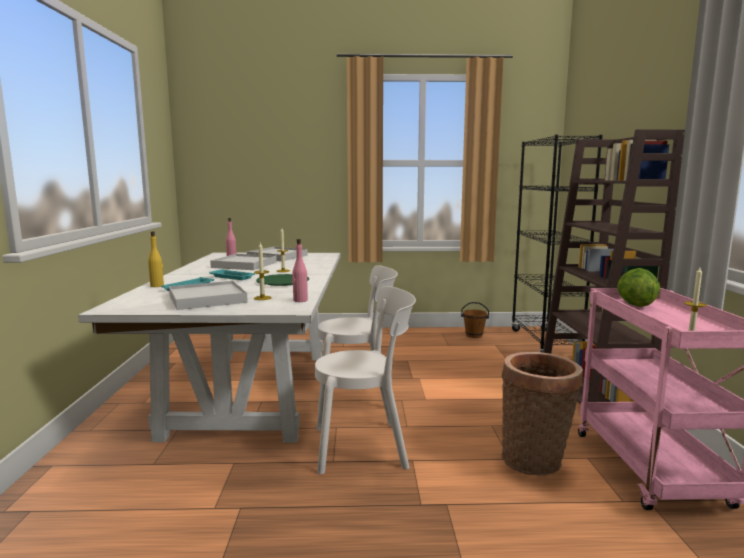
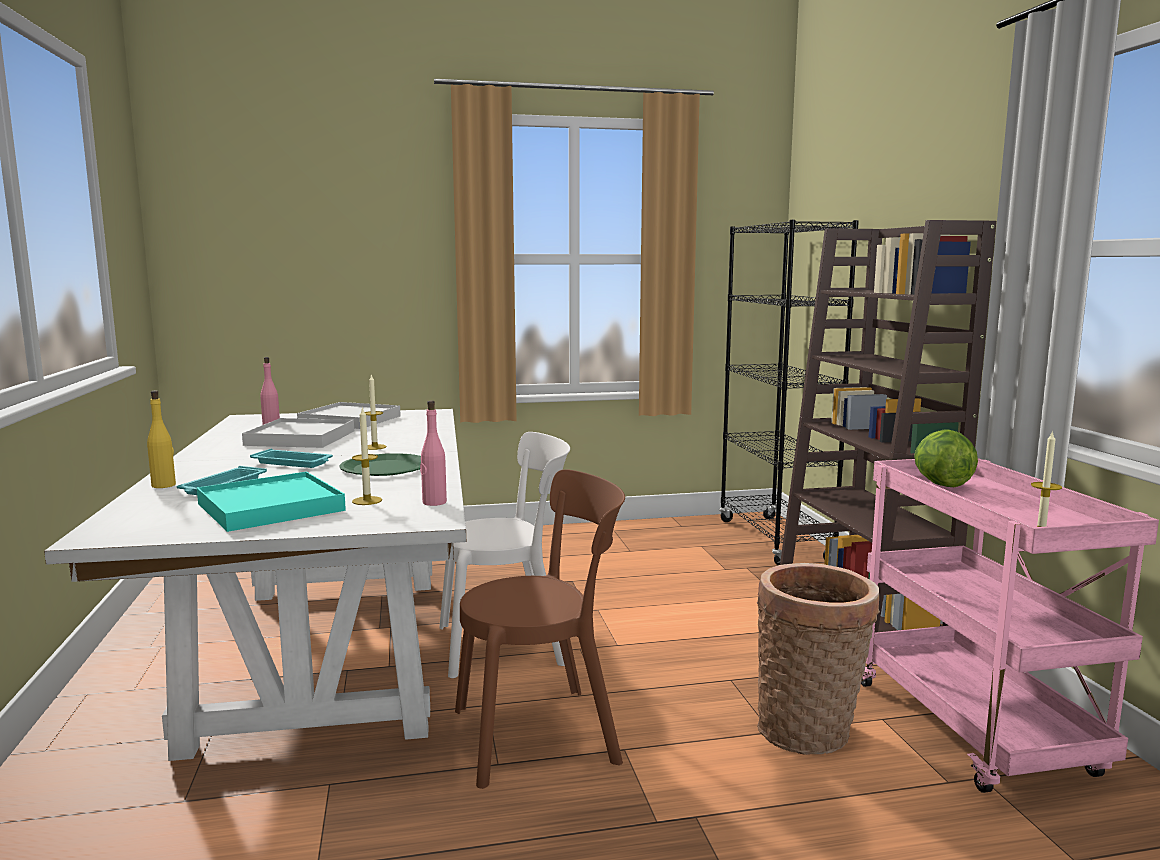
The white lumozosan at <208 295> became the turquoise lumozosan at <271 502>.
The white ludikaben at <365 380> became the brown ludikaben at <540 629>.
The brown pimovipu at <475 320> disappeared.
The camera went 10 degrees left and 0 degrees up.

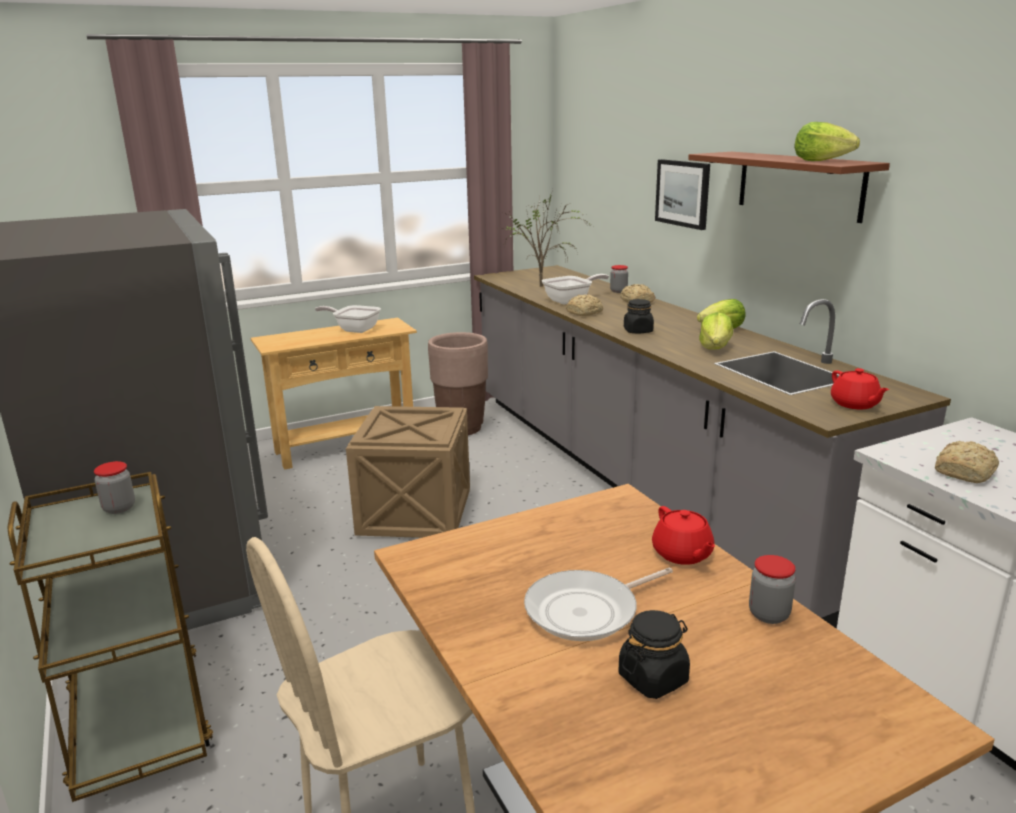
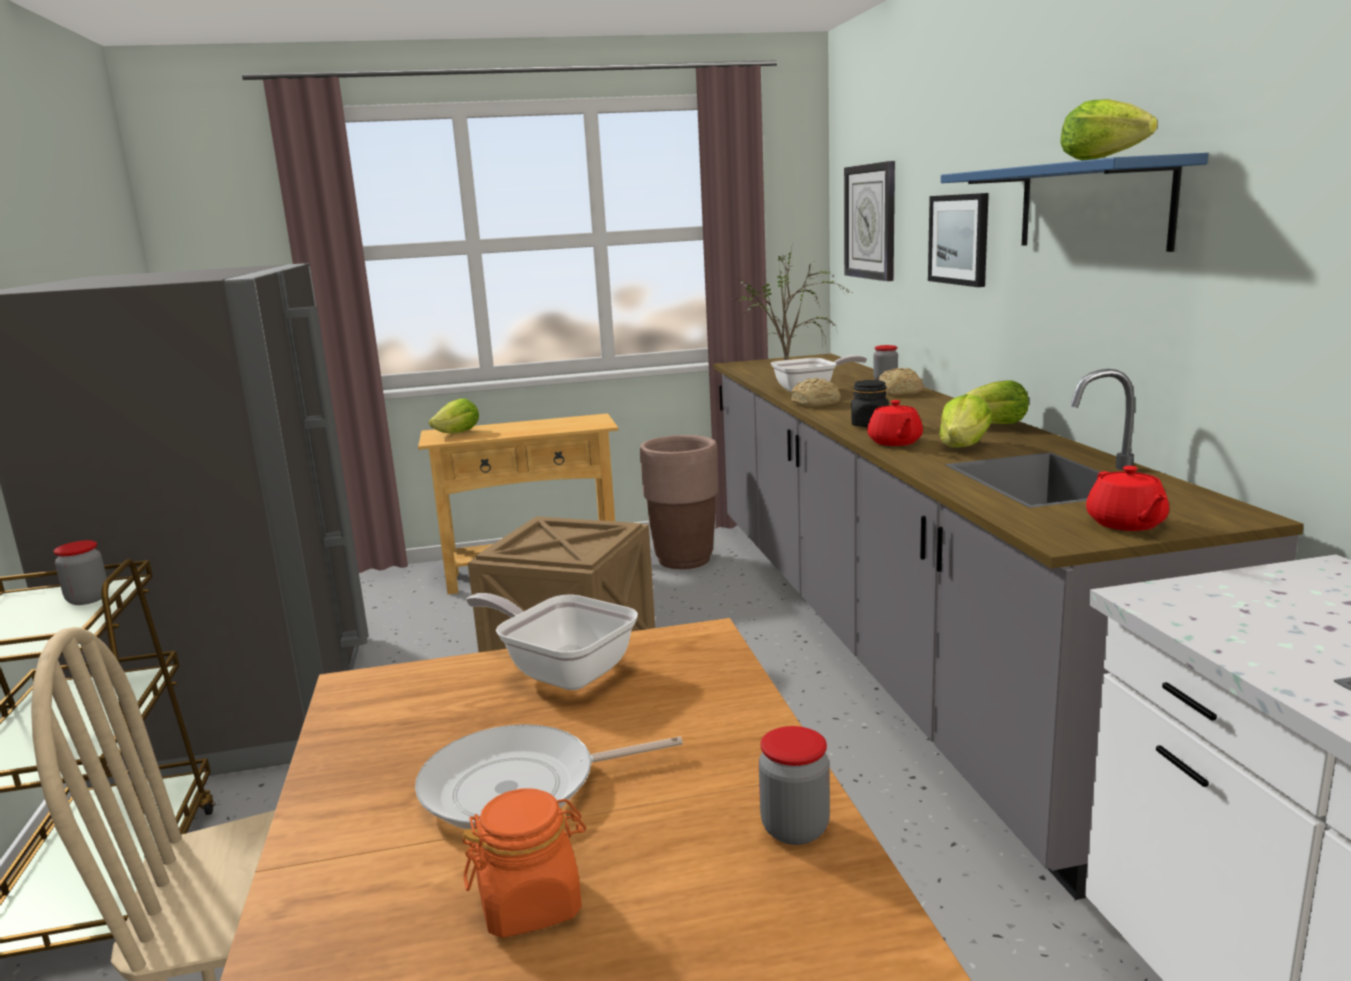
The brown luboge at <789 187> became the blue luboge at <1074 202>.
The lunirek moved from <348 319> to <552 641>.
The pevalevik at <967 462> disappeared.
The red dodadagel moved from <683 535> to <895 423>.
The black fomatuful at <654 654> became the orange fomatuful at <524 863>.
The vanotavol at <869 221> appeared.
The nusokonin at <454 416> appeared.
The camera went 15 degrees right and 5 degrees down.

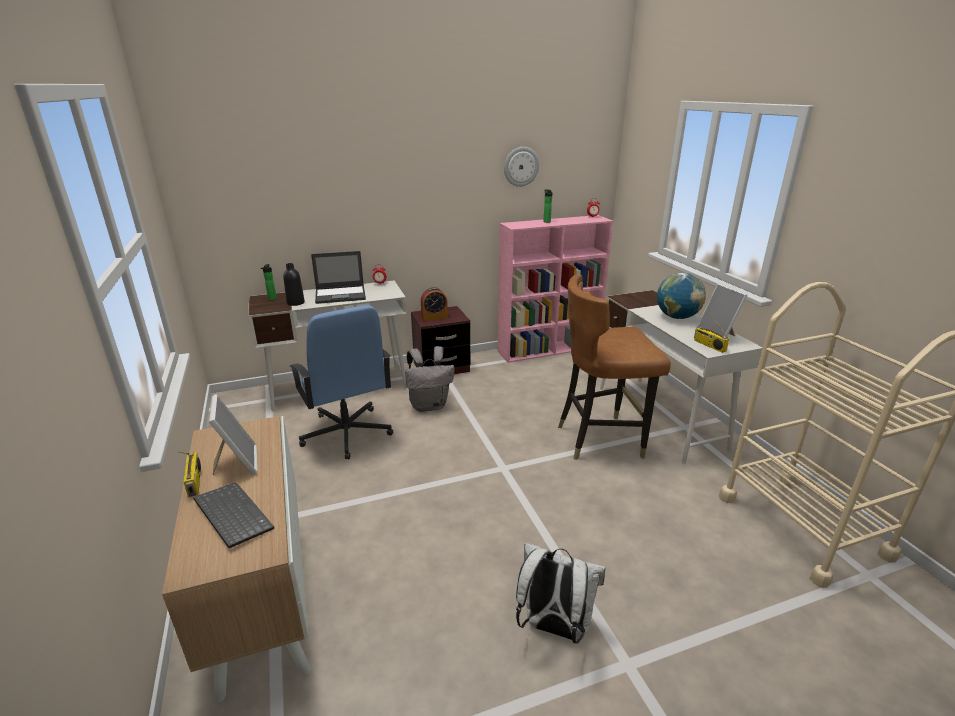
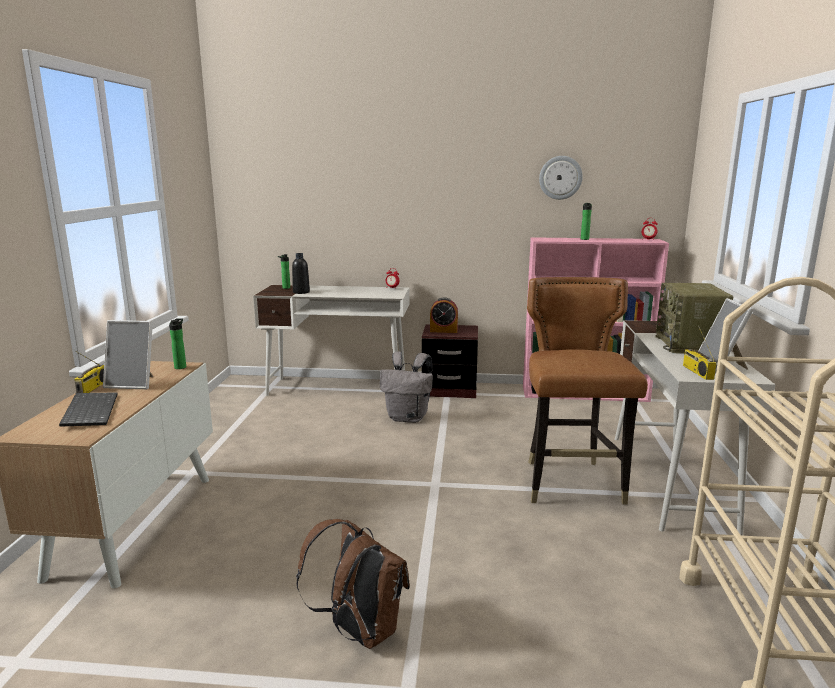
The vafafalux at <338 277> disappeared.
The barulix at <681 296> was replaced by the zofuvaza at <694 318>.
The brown ludikaben at <614 367> turned 75 degrees clockwise.
The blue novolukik at <341 382> disappeared.
The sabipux at <233 434> turned 90 degrees clockwise.
The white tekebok at <561 593> became the brown tekebok at <353 584>.
The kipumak at <177 344> appeared.
The camera went 25 degrees right and 10 degrees down.

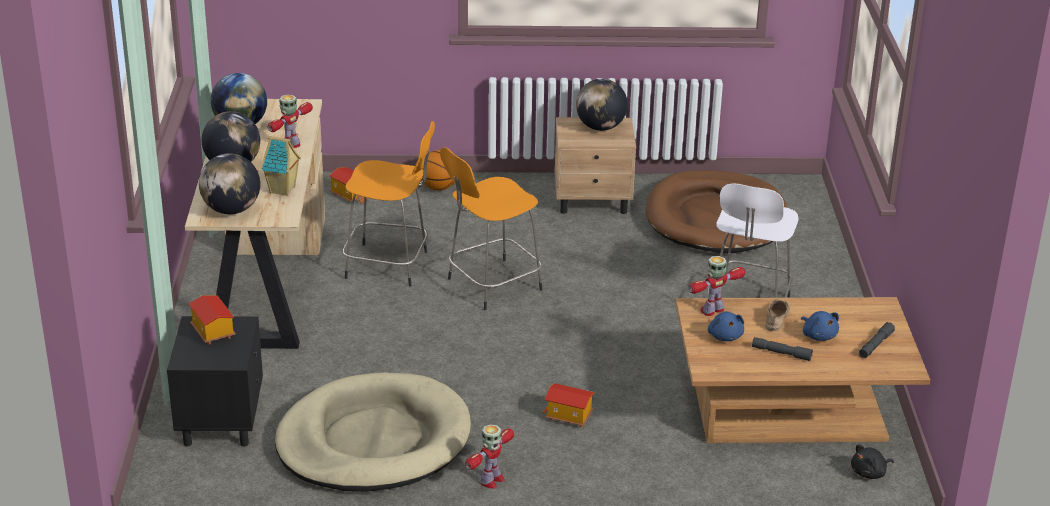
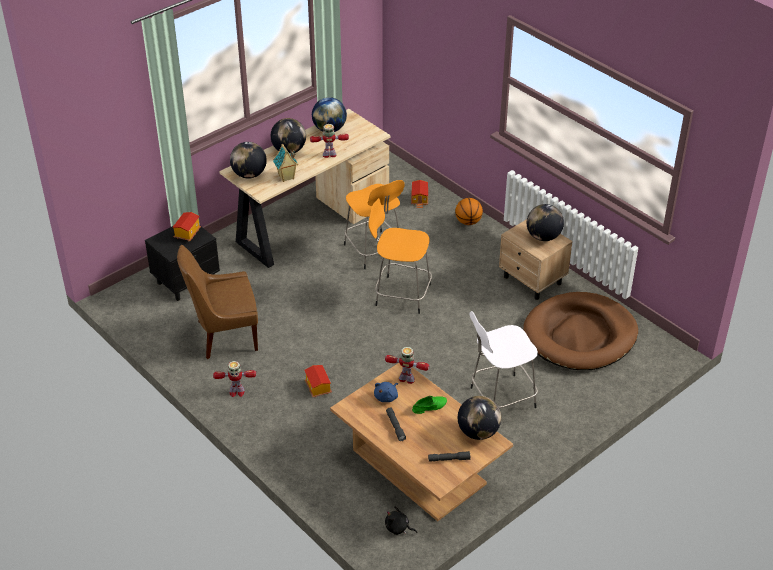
The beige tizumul at <777 315> became the green tizumul at <429 405>.
The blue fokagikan at <820 326> disappeared.
The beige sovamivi at <373 432> was replaced by the brown ludikaben at <217 302>.
The barulix at <479 418> appeared.
The camera went 50 degrees right and 10 degrees up.

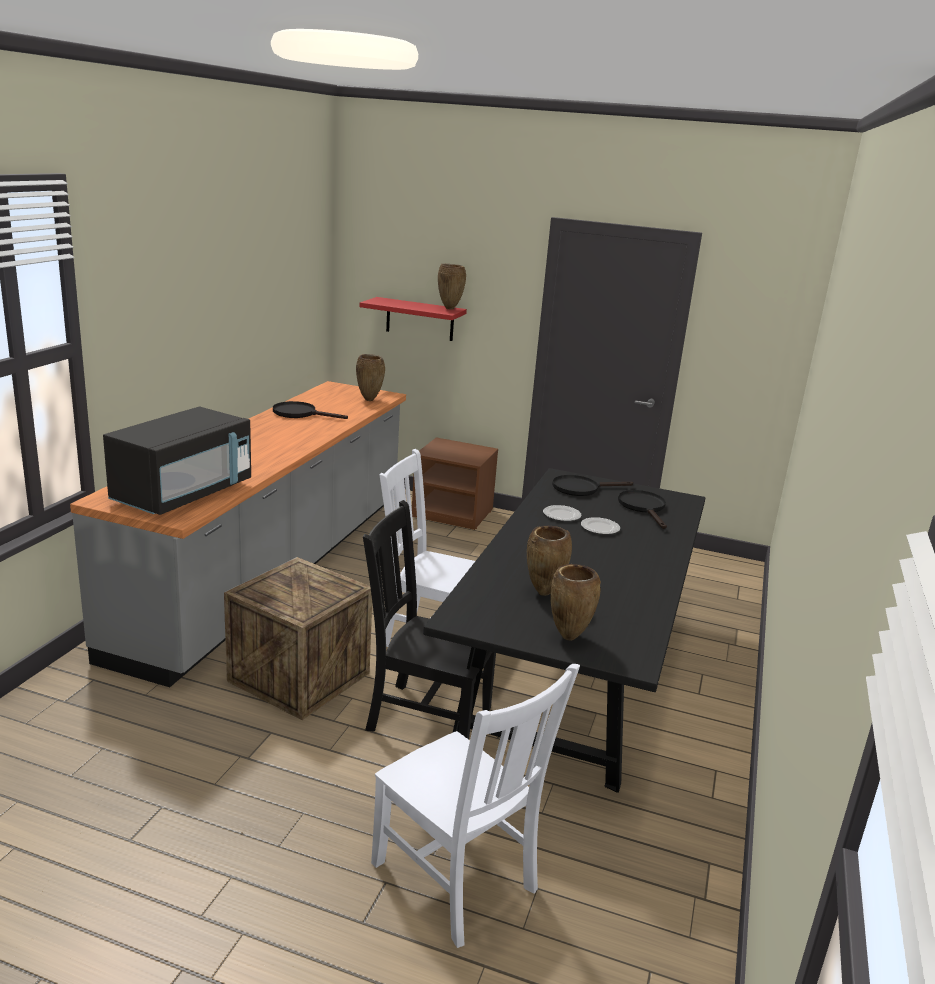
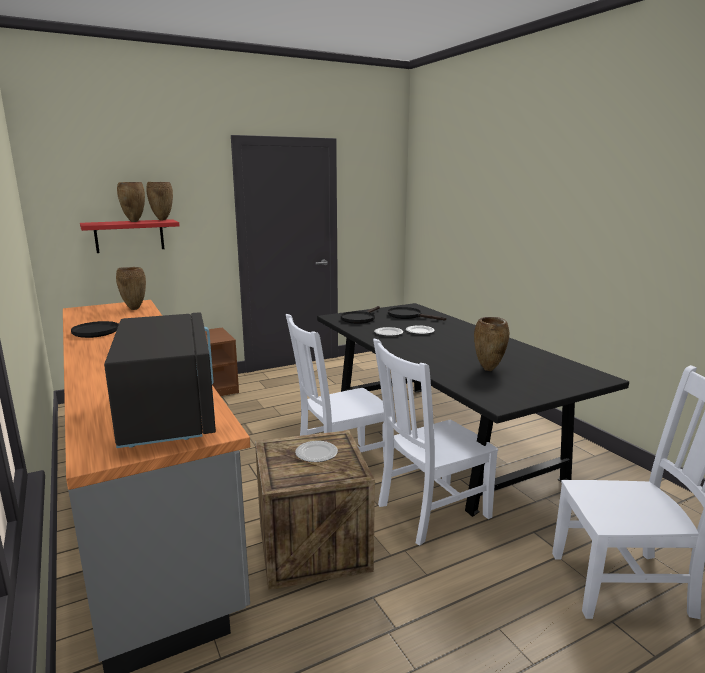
The black ludikaben at <429 619> became the white ludikaben at <435 442>.
The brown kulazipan moved from <575 602> to <131 202>.
The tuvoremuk at <316 451> appeared.
The camera went 45 degrees left and 5 degrees down.

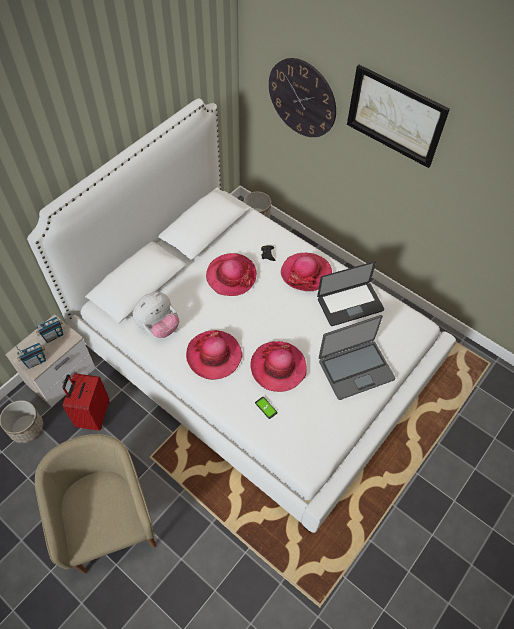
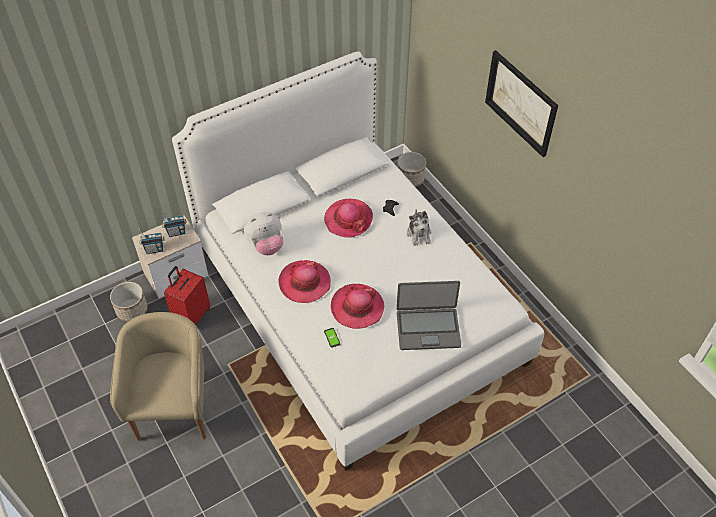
The vanotavol at <302 97> disappeared.
The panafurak at <306 272> was replaced by the fokagikan at <419 227>.
The vafafalux at <350 293> disappeared.
The camera went 20 degrees right and 5 degrees down.

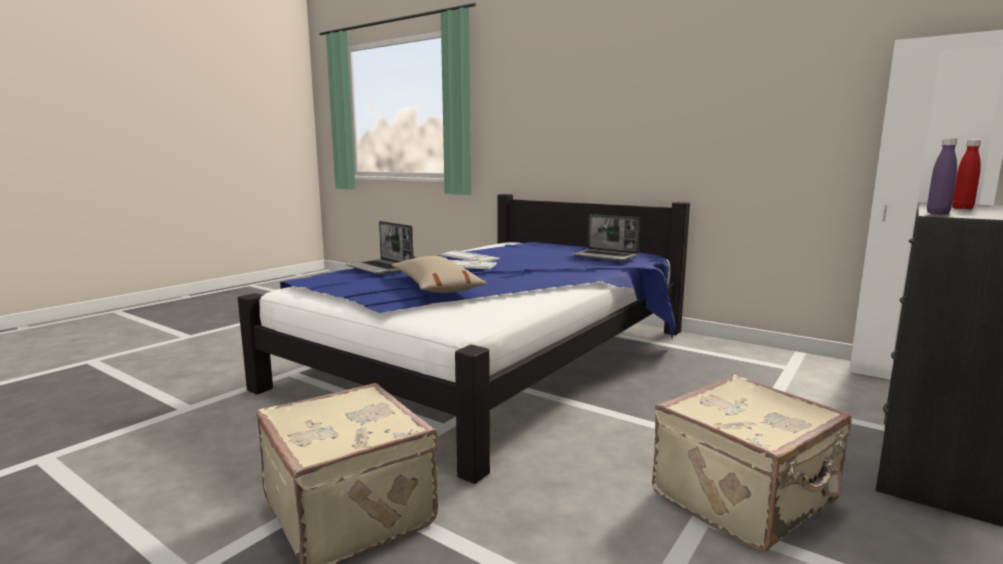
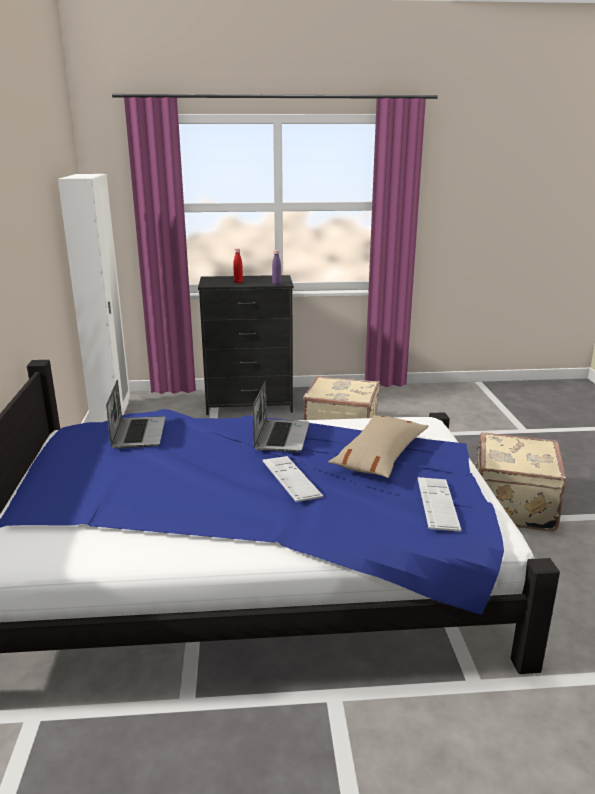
The vafafalux moved from <379 248> to <281 416>.
The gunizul moved from <470 256> to <439 504>.
The camera went 130 degrees left and 10 degrees up.

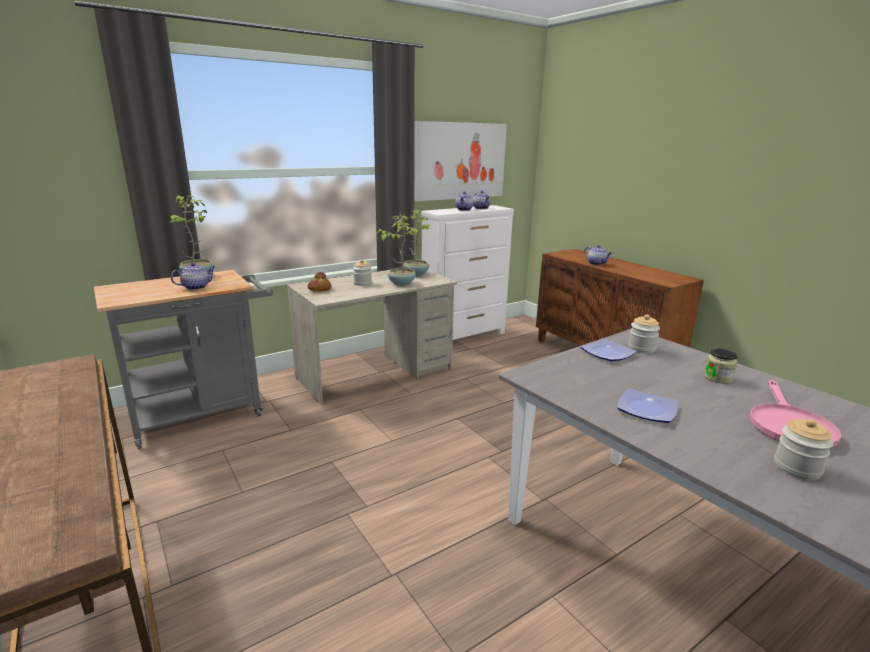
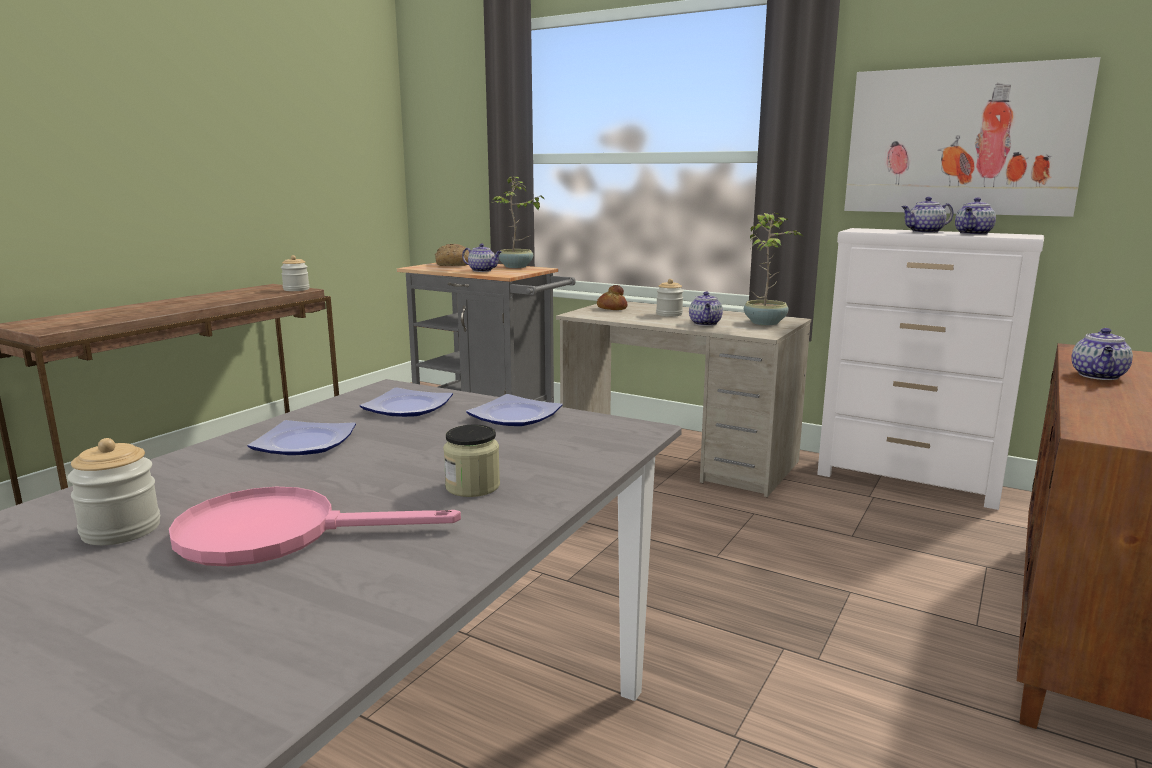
The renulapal at <398 249> was replaced by the dodadagel at <706 309>.
The fomatuful moved from <644 334> to <295 273>.
The pevalevik at <452 255> appeared.
The tuvoremuk at <406 402> appeared.
The camera went 65 degrees right and 5 degrees down.

